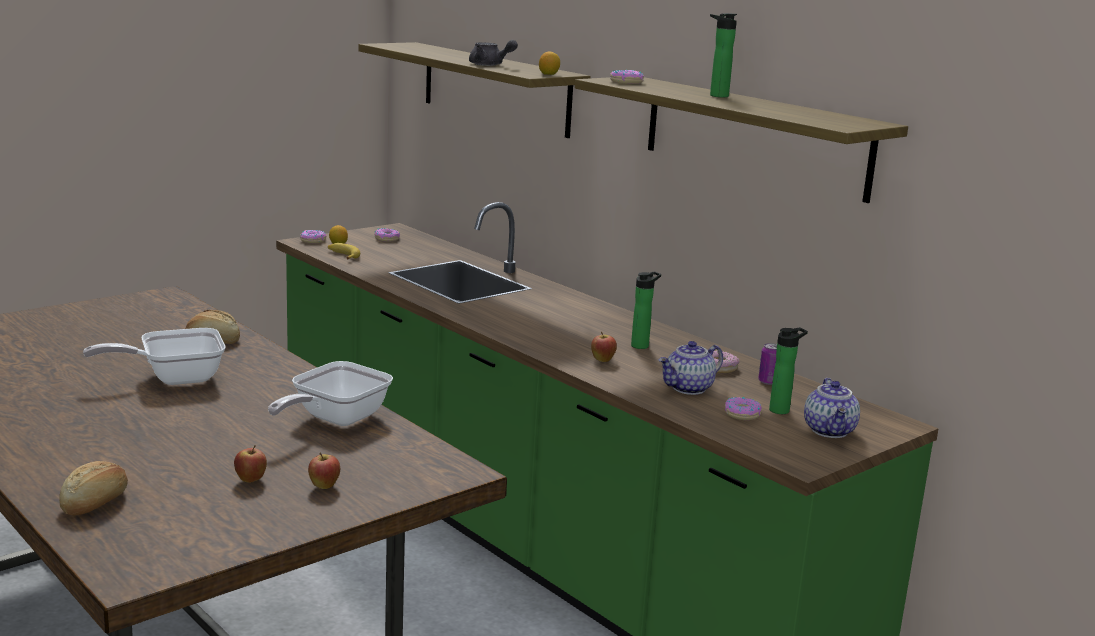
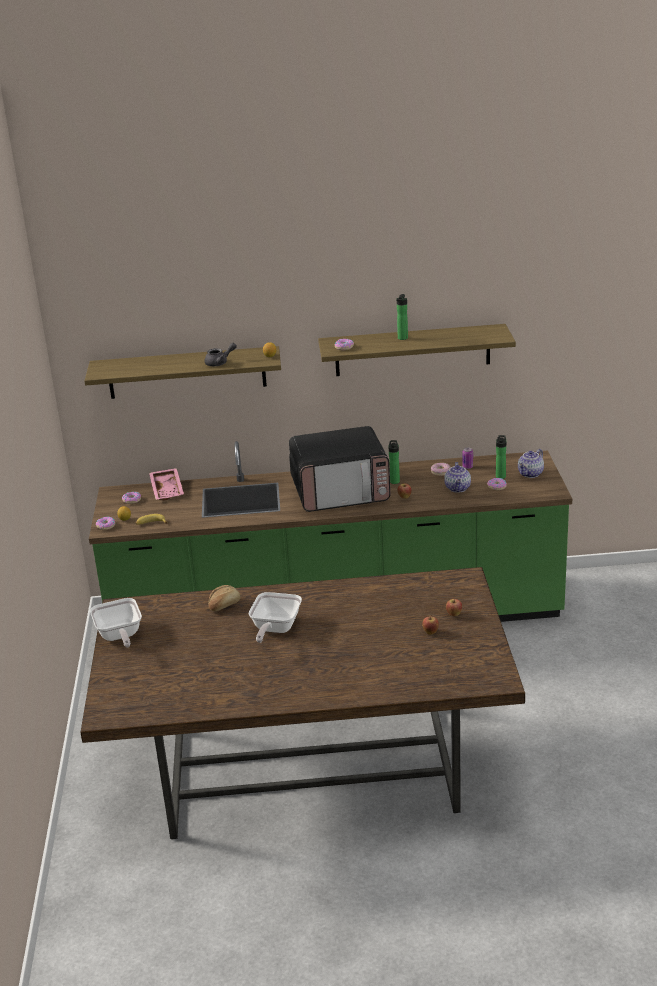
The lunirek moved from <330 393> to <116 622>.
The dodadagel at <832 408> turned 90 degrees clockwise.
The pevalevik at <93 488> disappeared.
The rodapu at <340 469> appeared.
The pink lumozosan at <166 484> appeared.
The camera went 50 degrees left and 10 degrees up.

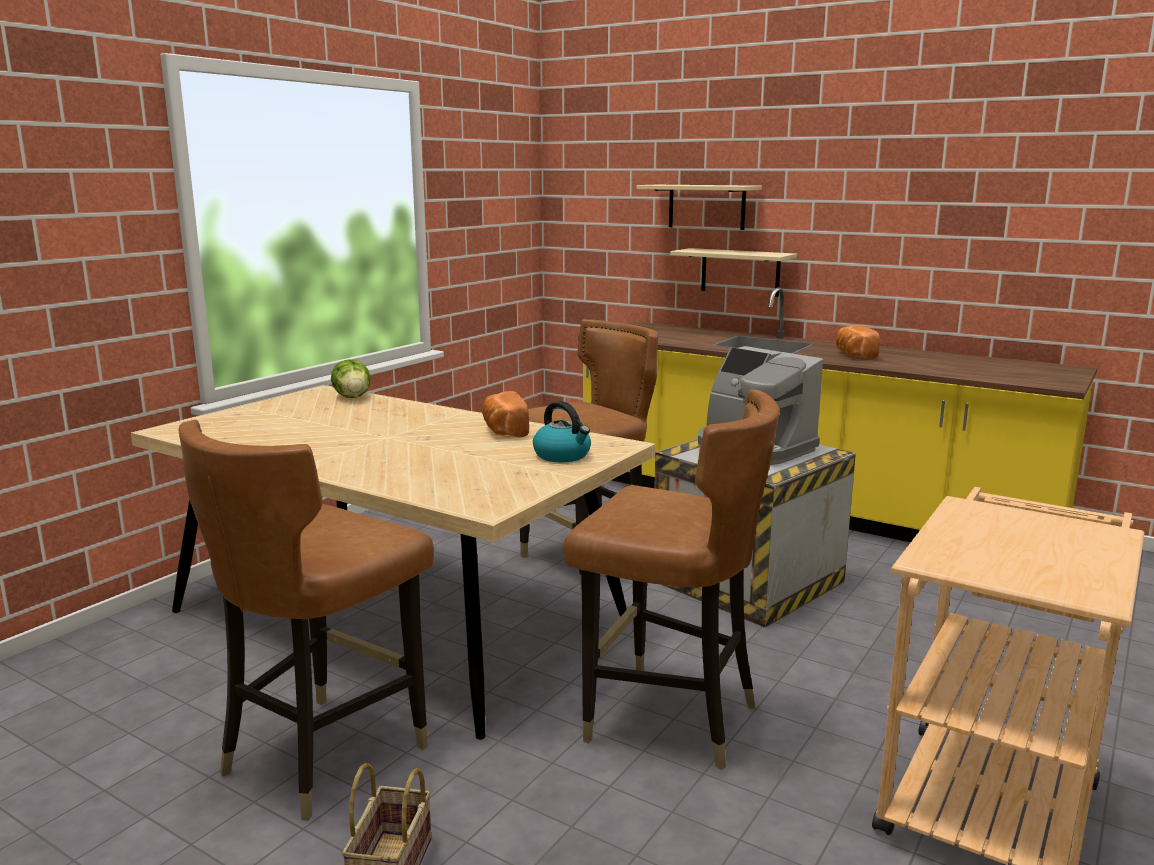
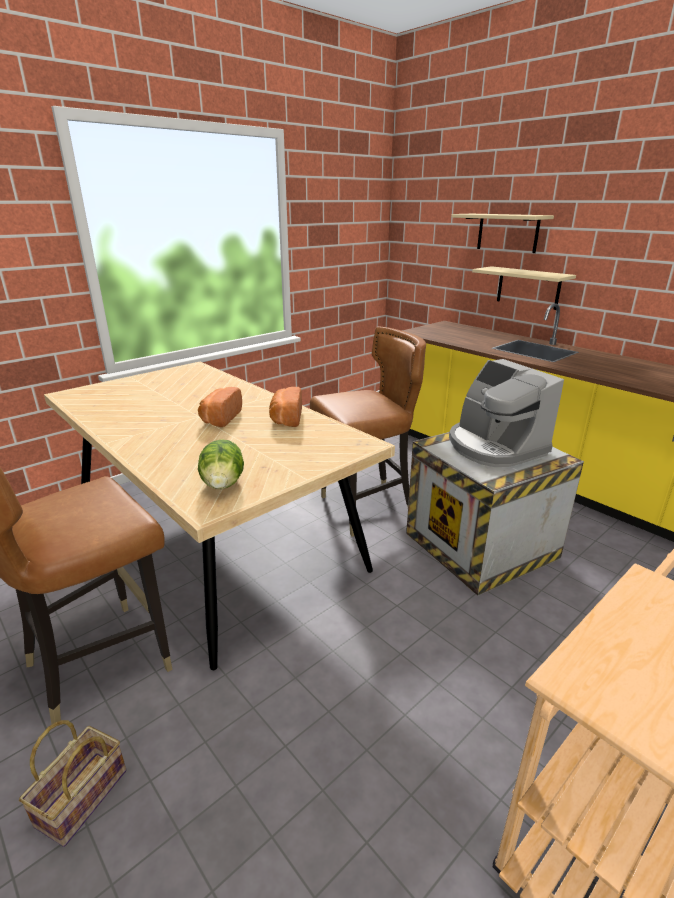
The pevalevik moved from <858 342> to <220 407>.
The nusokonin moved from <351 378> to <221 464>.
The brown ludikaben at <672 580> disappeared.
The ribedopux at <562 431> disappeared.
The camera went 15 degrees right and 10 degrees up.

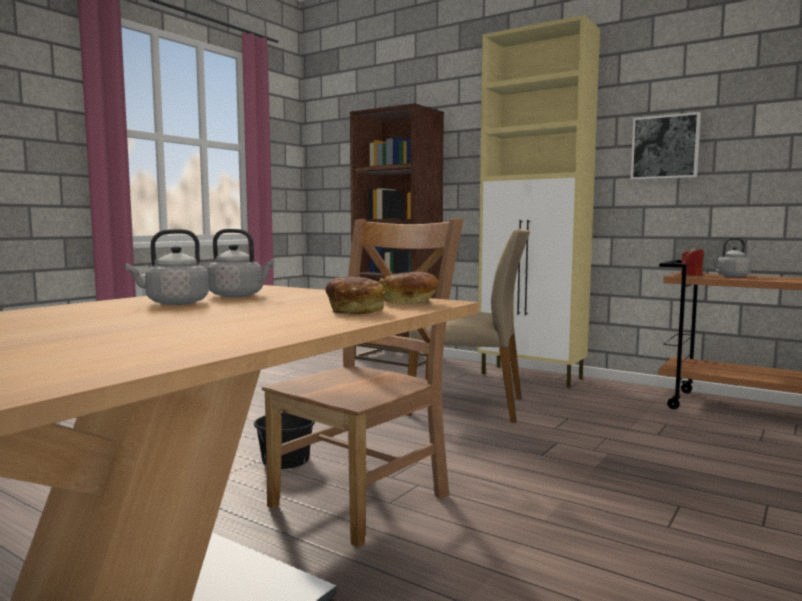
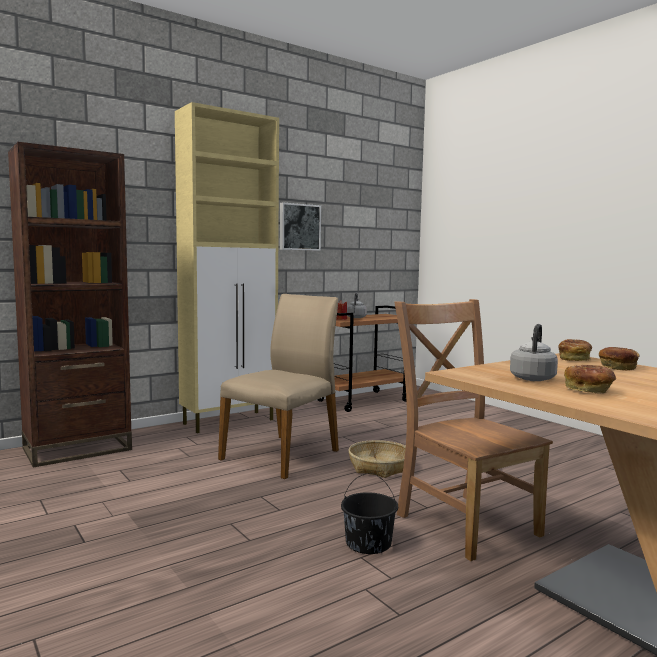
The grey ribedopux at <167 267> was replaced by the pevalevik at <590 379>.
The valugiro at <377 459> appeared.
The camera went 70 degrees left and 0 degrees up.

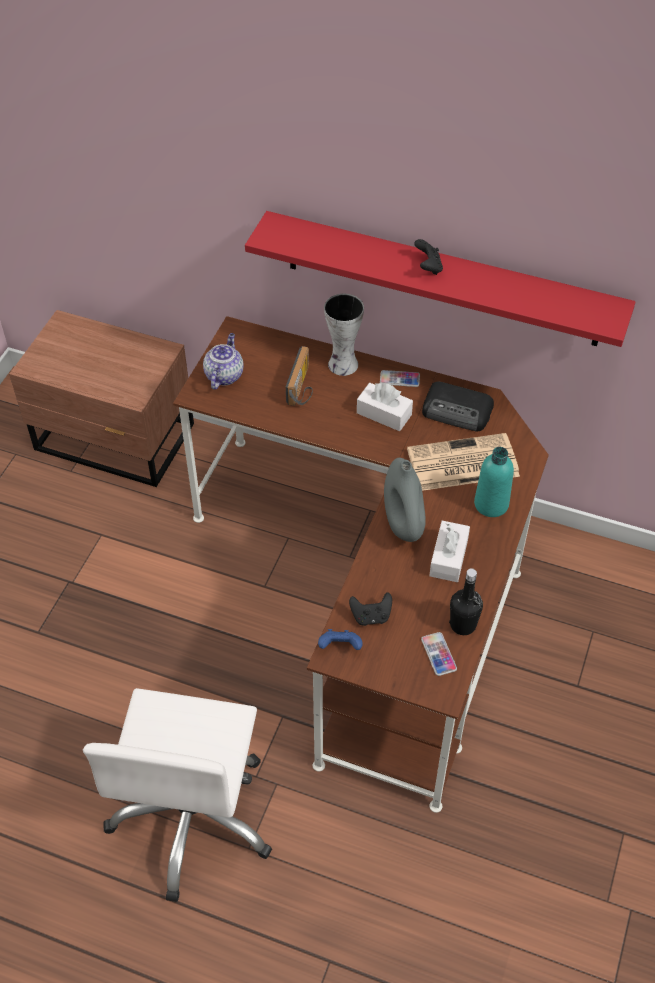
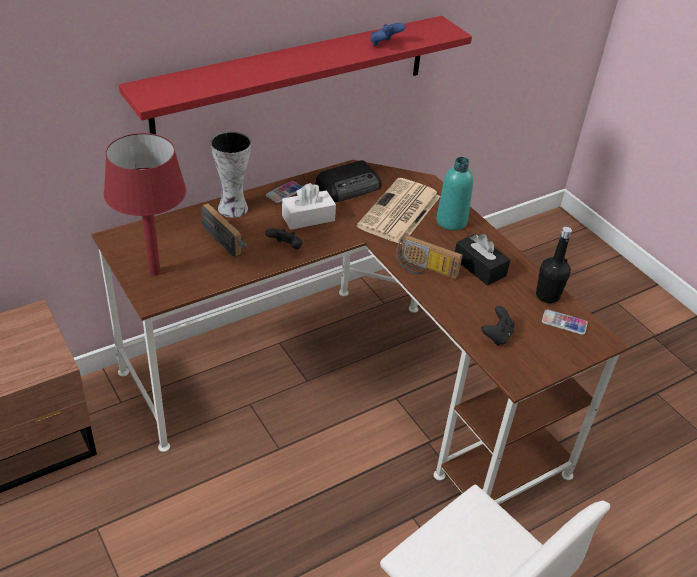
The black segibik moved from <428 257> to <283 238>.
The dodadagel at <223 361> was replaced by the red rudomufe at <145 204>.
The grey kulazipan at <405 500> was replaced by the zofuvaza at <429 257>.
The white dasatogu at <449 551> became the black dasatogu at <482 259>.
The blue segibik moved from <340 639> to <388 34>.
The camera went 55 degrees left and 10 degrees down.

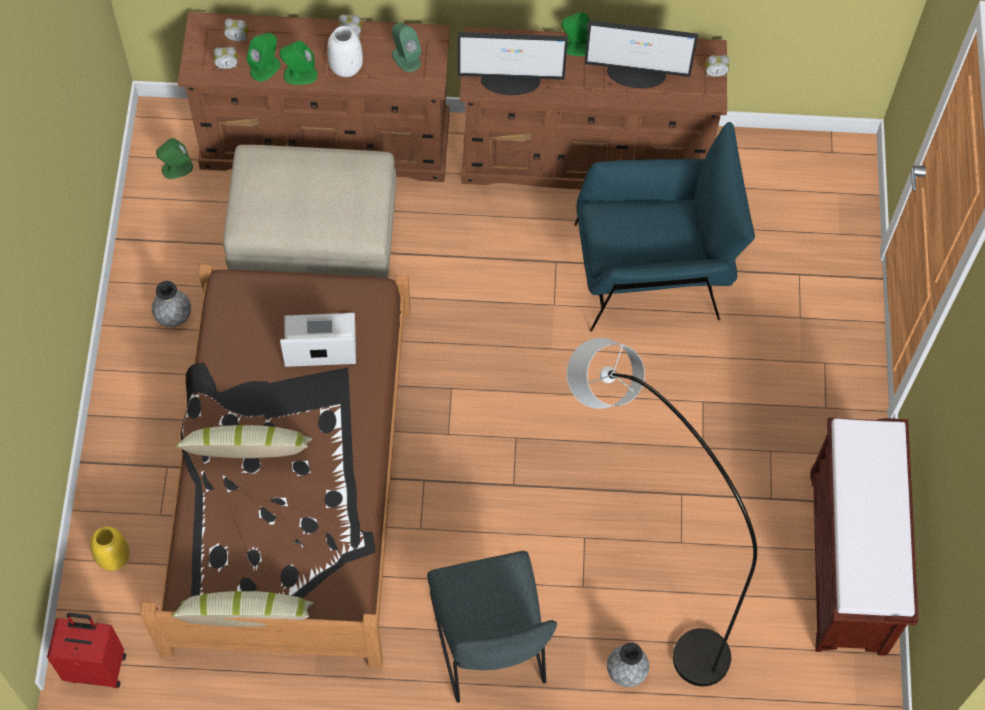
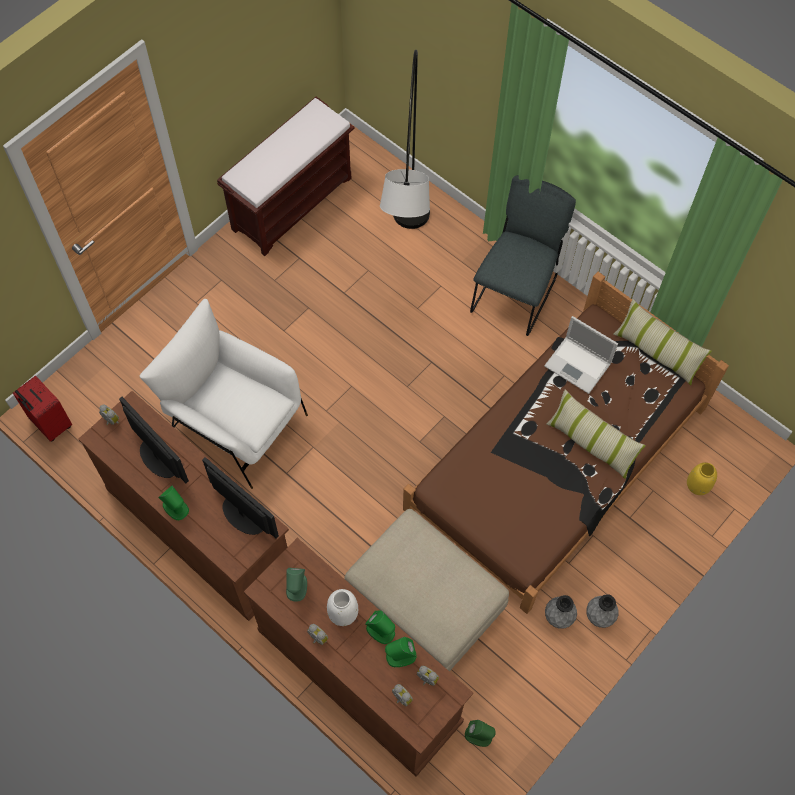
The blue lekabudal at <664 227> became the white lekabudal at <224 394>.
The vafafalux moved from <318 340> to <581 355>.
The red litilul moved from <86 650> to <42 409>.
The grey kulazipan moved from <628 665> to <602 611>.
The camera went 140 degrees left and 0 degrees up.

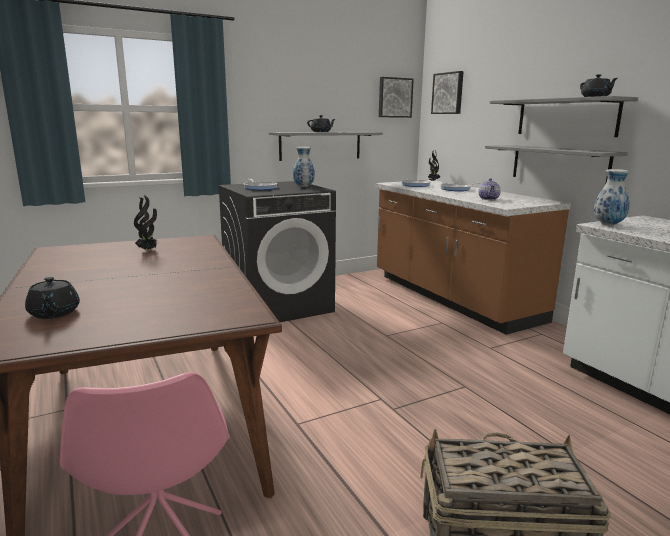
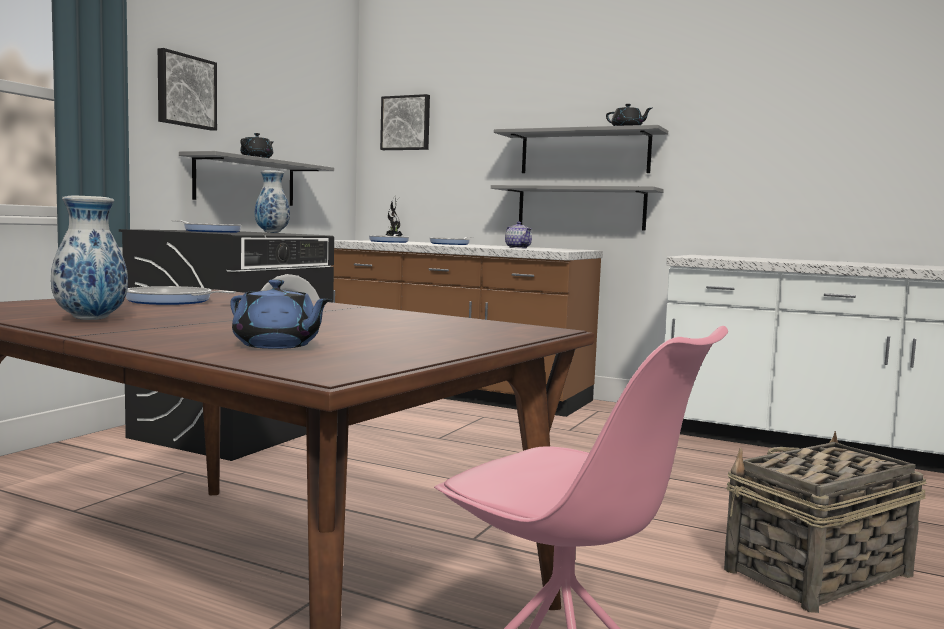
The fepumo moved from <396 97> to <187 89>.
The kulazipan moved from <612 197> to <89 258>.
The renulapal at <146 223> was replaced by the lunirek at <181 295>.
The black dodadagel at <52 298> became the blue dodadagel at <281 314>.
The camera went 35 degrees left and 10 degrees down.

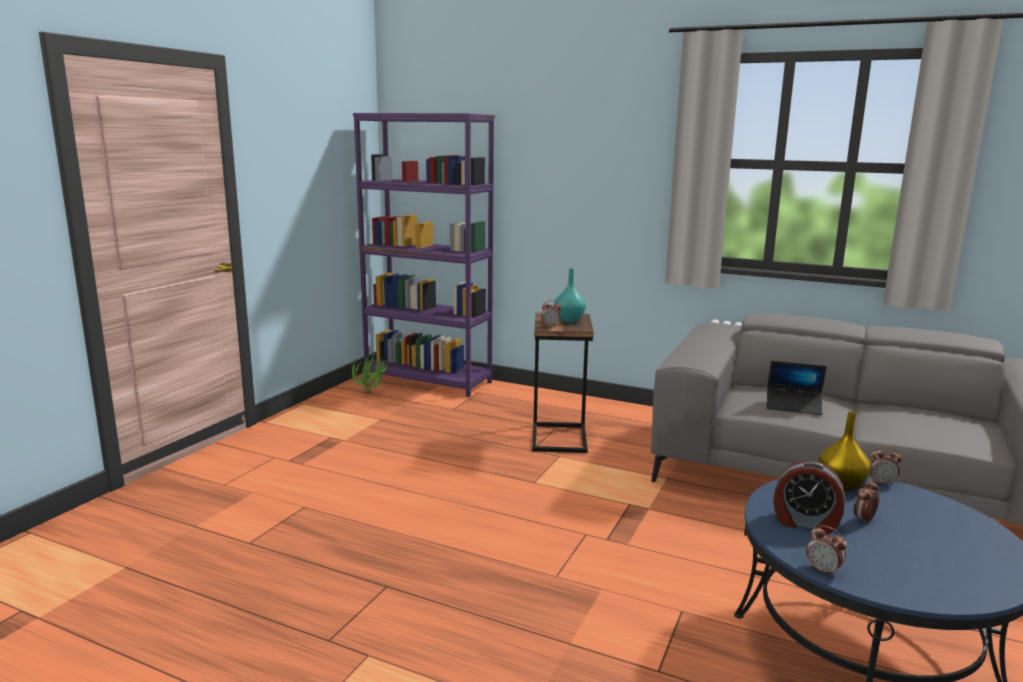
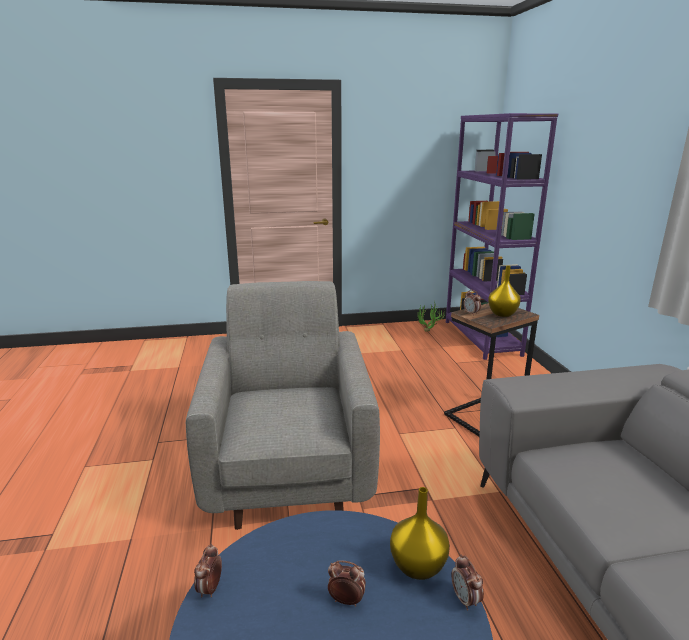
The turquoise kulazipan at <570 295> became the yellow kulazipan at <504 291>.
The vafafalux at <797 388> disappeared.
The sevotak at <809 497> disappeared.
The grey lekabudal at <283 405> appeared.
The camera went 55 degrees right and 5 degrees up.

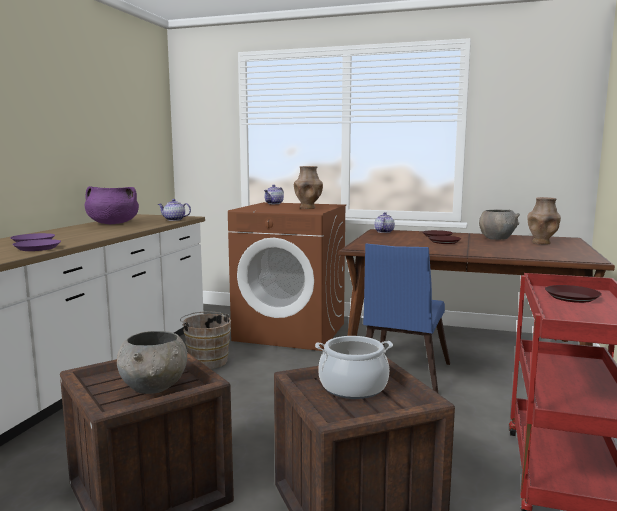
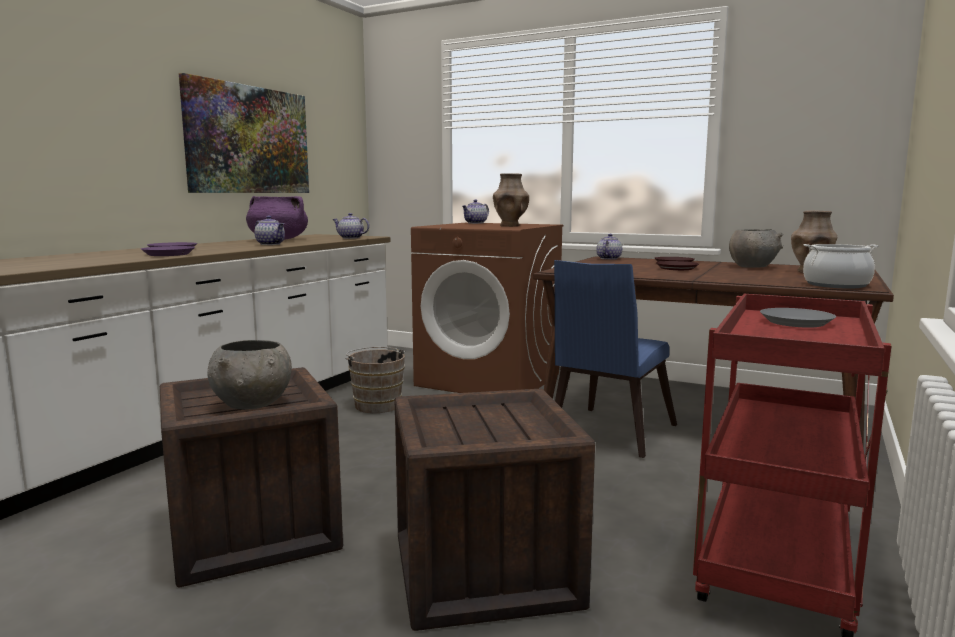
The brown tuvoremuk at <573 294> became the grey tuvoremuk at <798 318>.
The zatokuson moved from <354 367> to <841 266>.
The fepumo at <244 133> appeared.
The dodadagel at <269 230> appeared.
The camera went 10 degrees right and 0 degrees up.

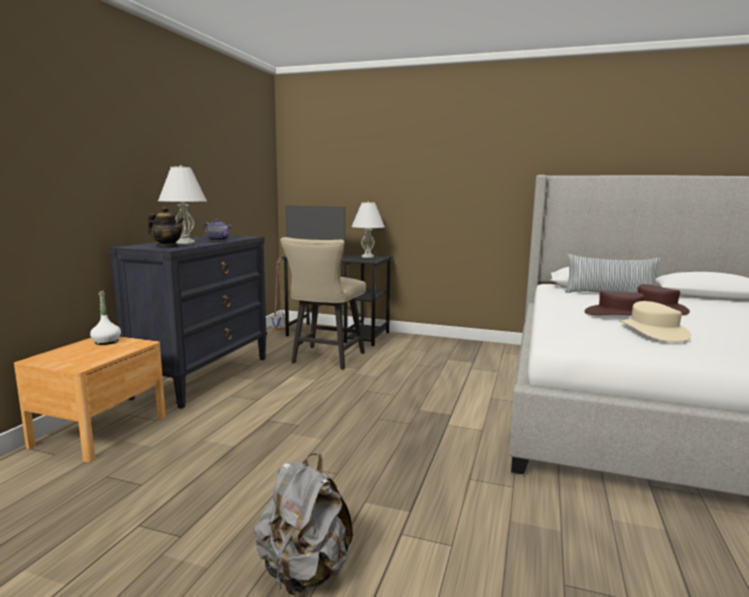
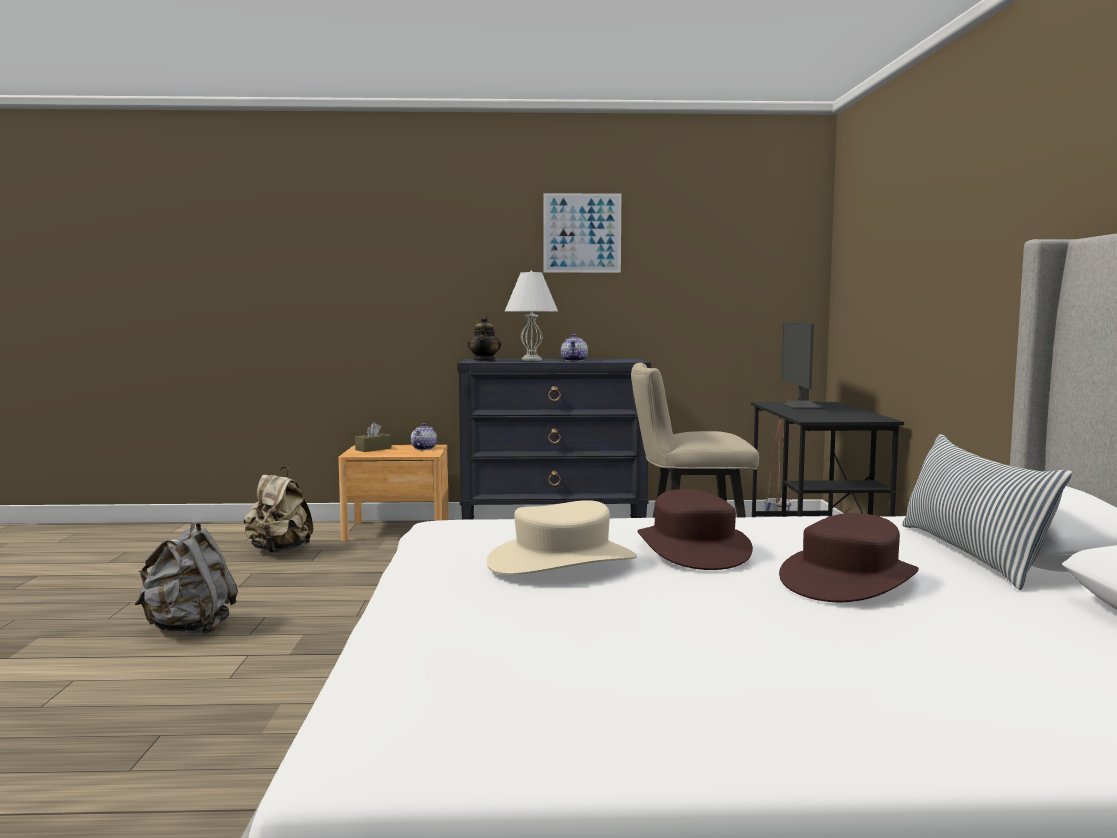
The white rudomufe at <368 229> disappeared.
The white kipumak at <105 318> was replaced by the dodadagel at <424 436>.
The fepumo at <582 233> appeared.
The brown dasatogu at <373 437> appeared.
The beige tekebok at <278 509> appeared.
The camera went 70 degrees right and 5 degrees down.

